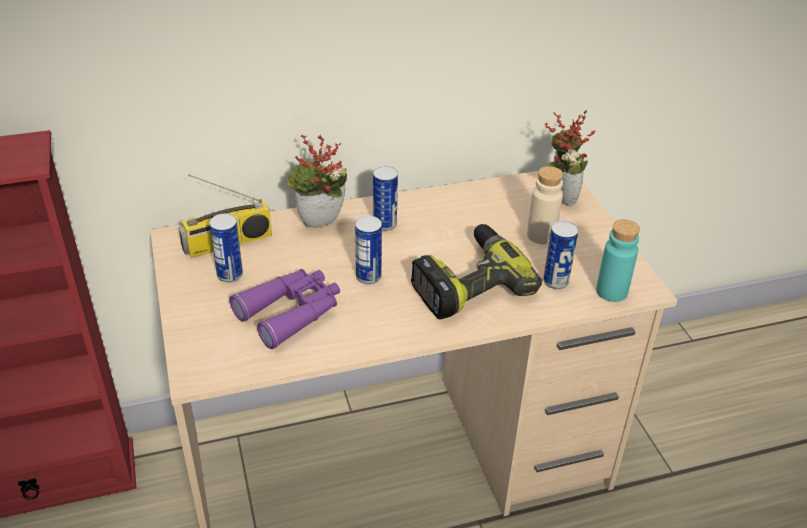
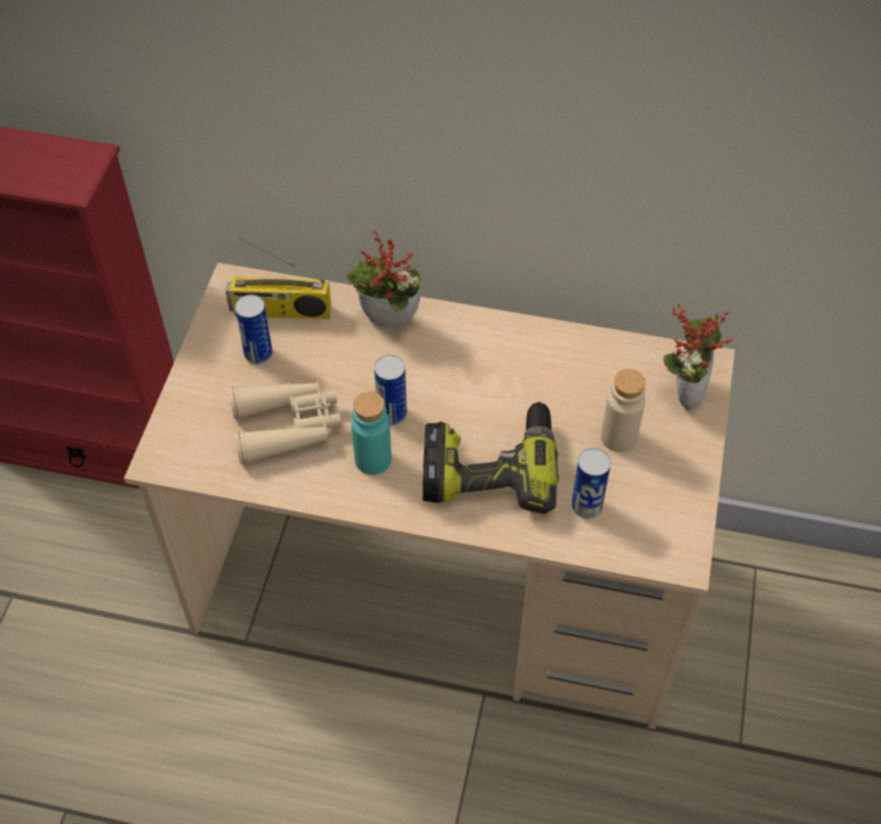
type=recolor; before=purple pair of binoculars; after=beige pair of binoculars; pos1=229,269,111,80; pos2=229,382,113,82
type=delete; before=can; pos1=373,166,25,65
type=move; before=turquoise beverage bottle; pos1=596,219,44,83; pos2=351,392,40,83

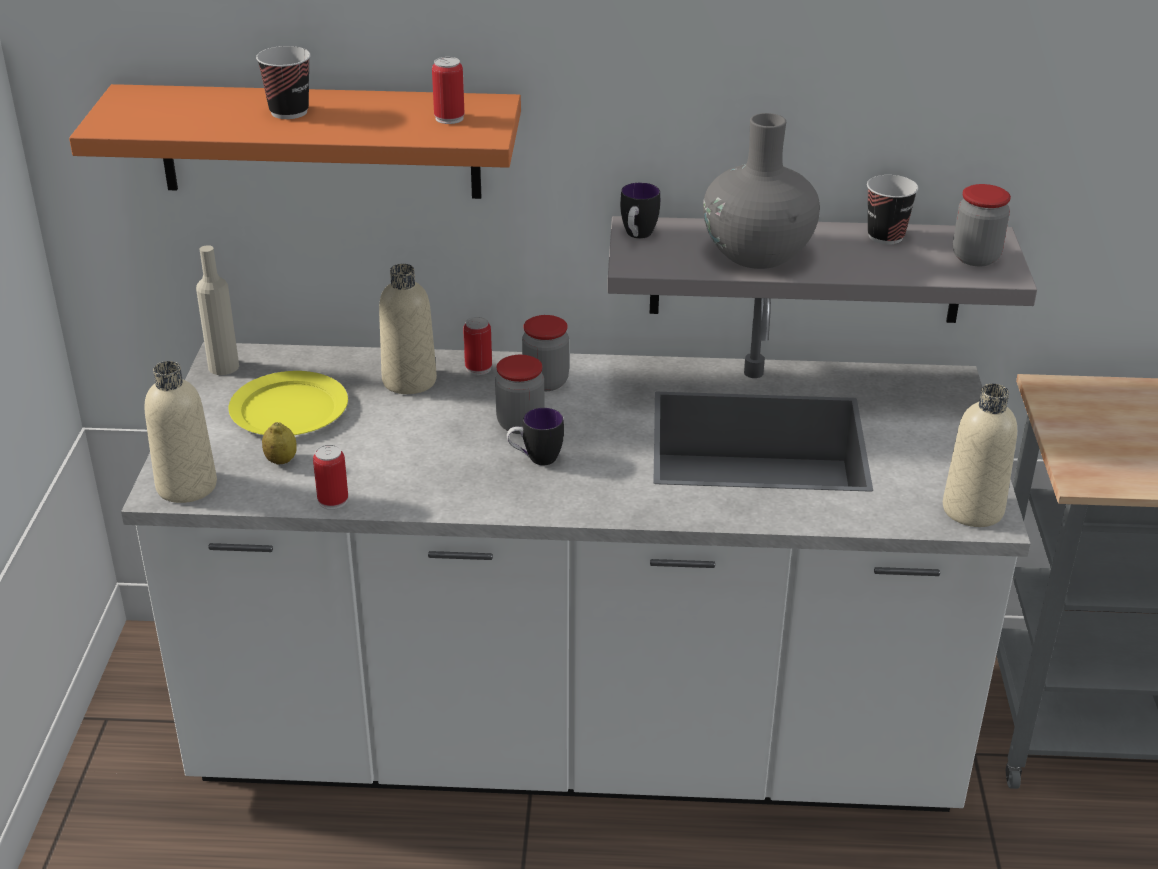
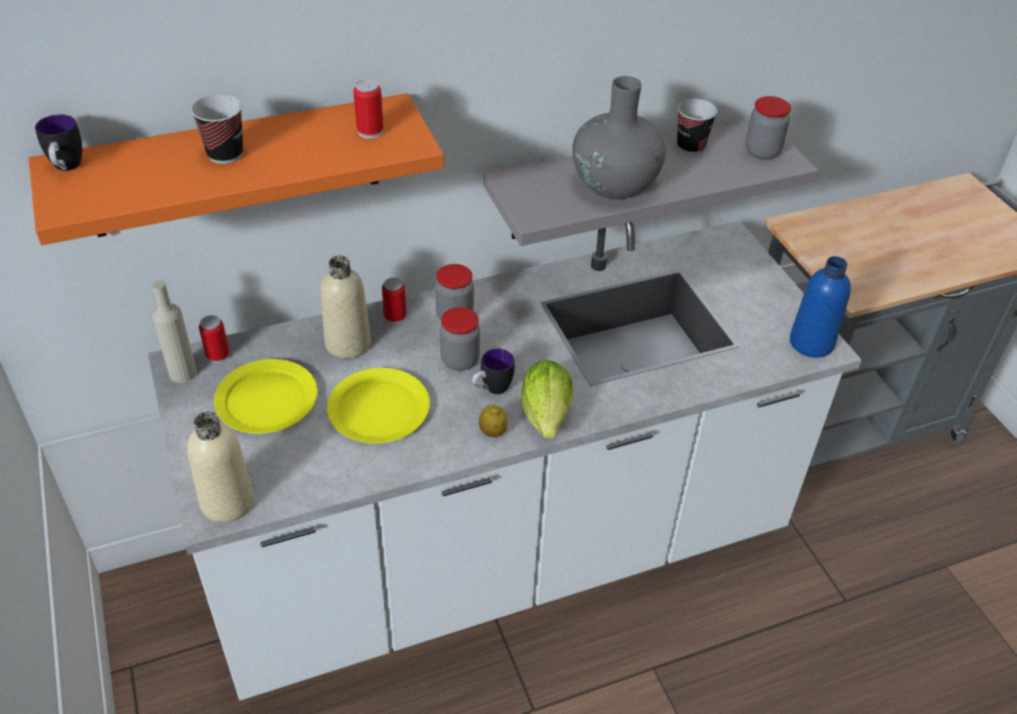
type=move; before=citrus fruit; pos1=262,422,35,42; pos2=479,405,28,32
type=move; before=can; pos1=313,445,35,65; pos2=199,315,30,48
type=move; before=coffee mug; pos1=620,183,40,56; pos2=35,114,47,57
type=recolor; before=beige beverage bottle; after=bluish beverage bottle; pos1=943,384,74,143; pos2=790,256,61,102
type=insert; after=yellow-coloured flat dish; pos2=327,368,103,75
type=insert; after=head of lettuce; pos2=521,360,52,79

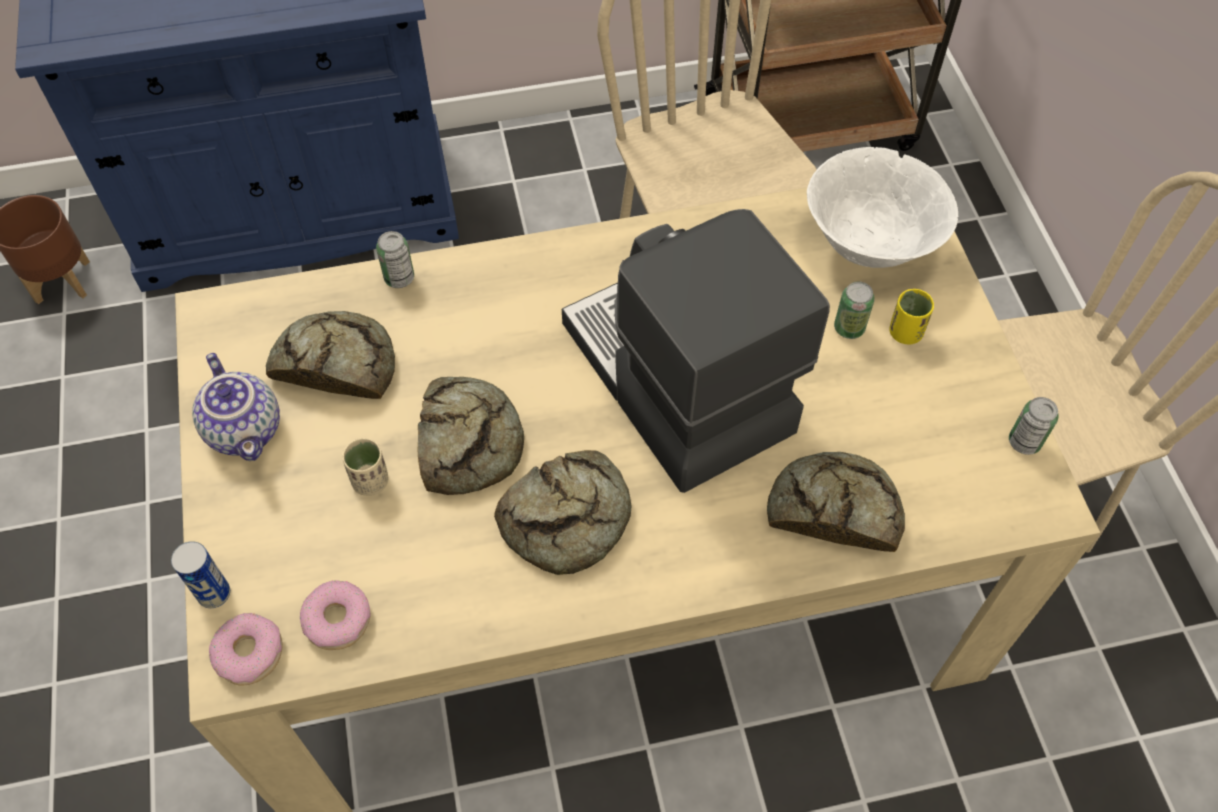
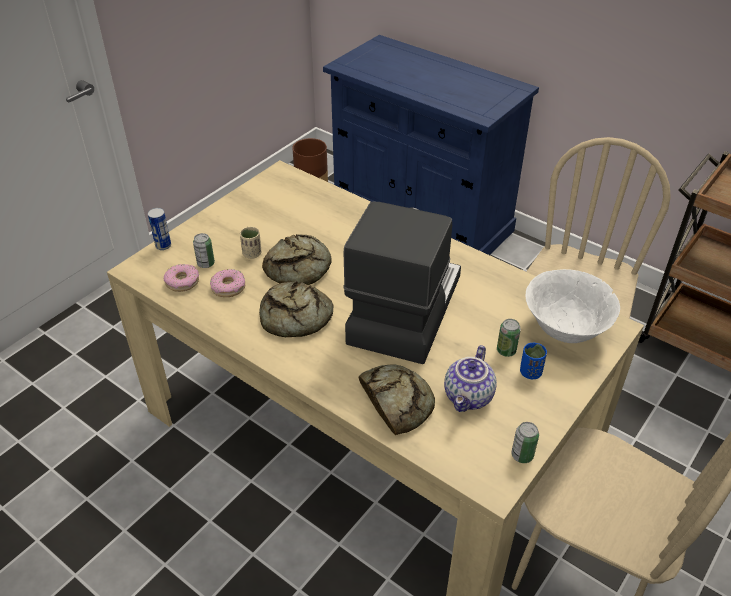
type=move; before=teapot; pos1=192,353,88,108; pos2=444,345,53,67
type=move; before=donut; pos1=209,613,74,72; pos2=210,269,35,28
type=delete; before=baked bread; pos1=266,311,129,88
type=move; before=can; pos1=376,231,38,57; pos2=193,233,22,35
type=recolor; before=yellow-coloured cup; after=bluish cup; pos1=890,289,44,55; pos2=520,343,27,36

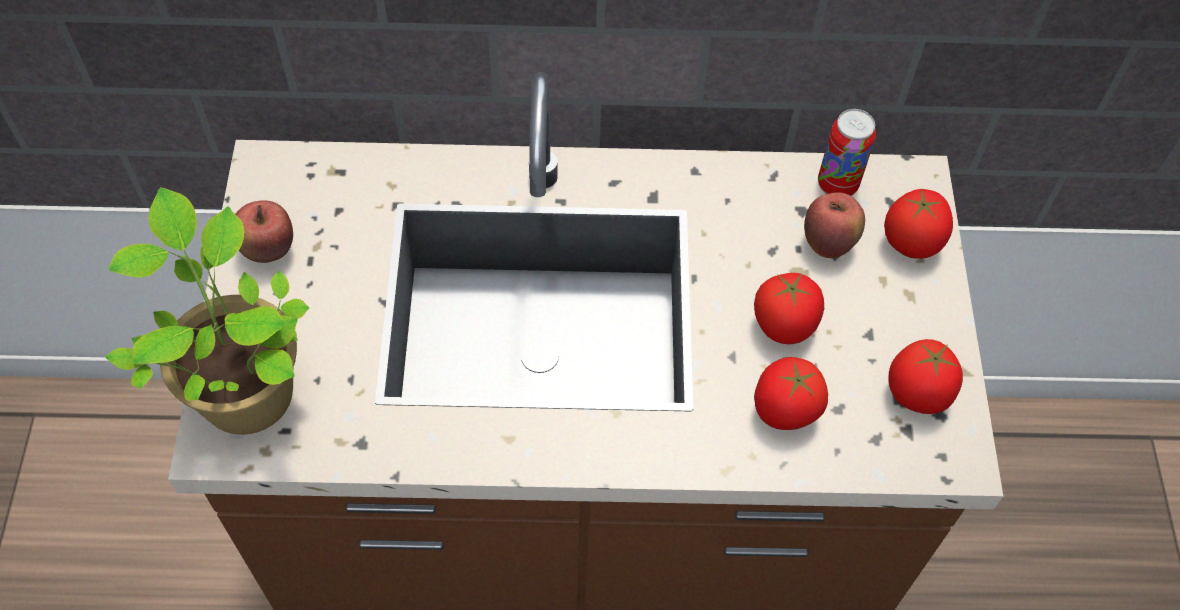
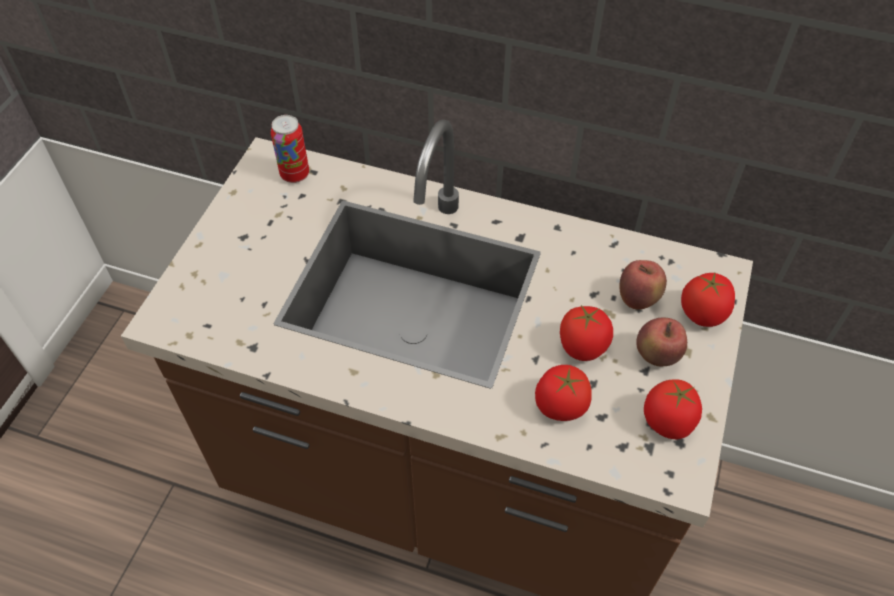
type=delete; before=houseplant; pos1=105,188,204,247
type=move; before=apple fruit; pos1=235,200,58,63; pos2=636,317,51,49
type=move; before=can; pos1=818,109,58,87; pos2=271,115,38,68

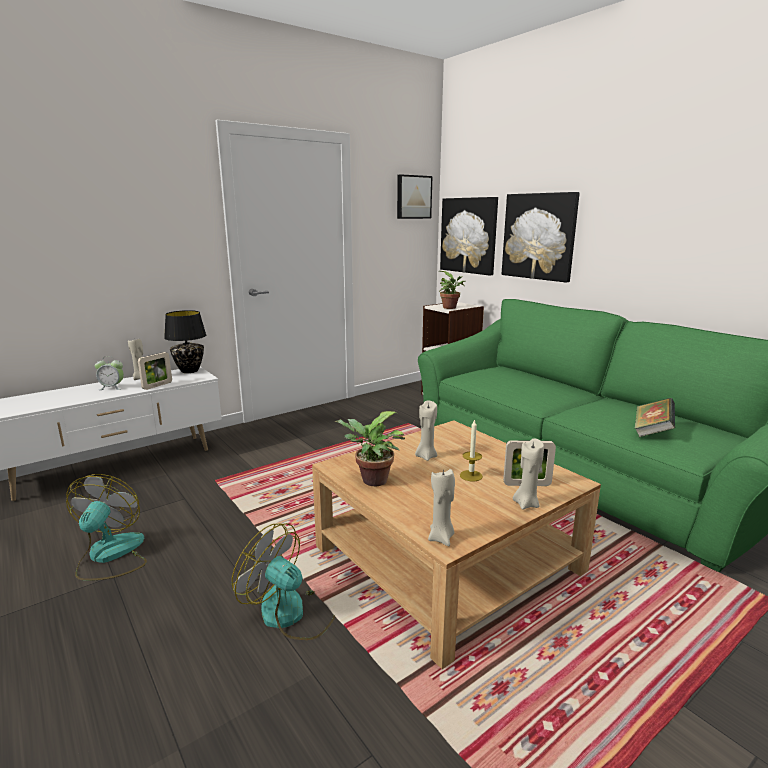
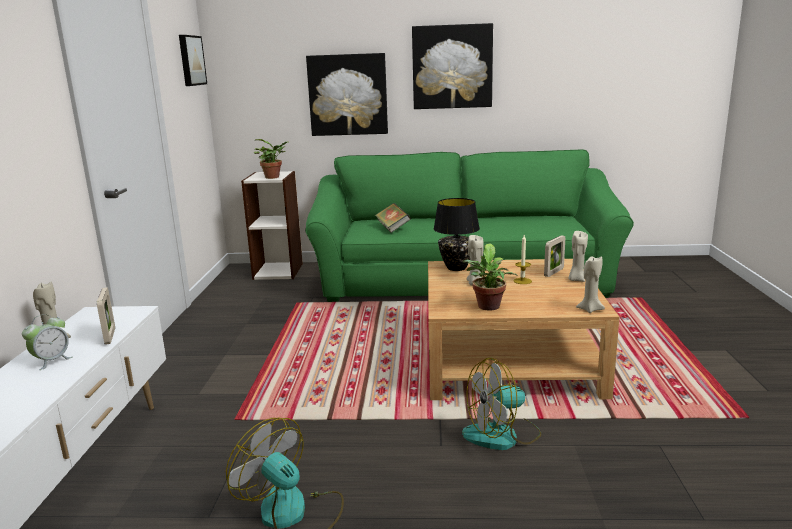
type=move; before=black-coloured lamp for a table; pos1=164,310,42,63; pos2=434,198,46,73
type=move; before=wall art; pos1=440,197,58,79; pos2=412,23,81,86
type=move; before=book; pos1=635,398,40,39; pos2=375,203,36,30

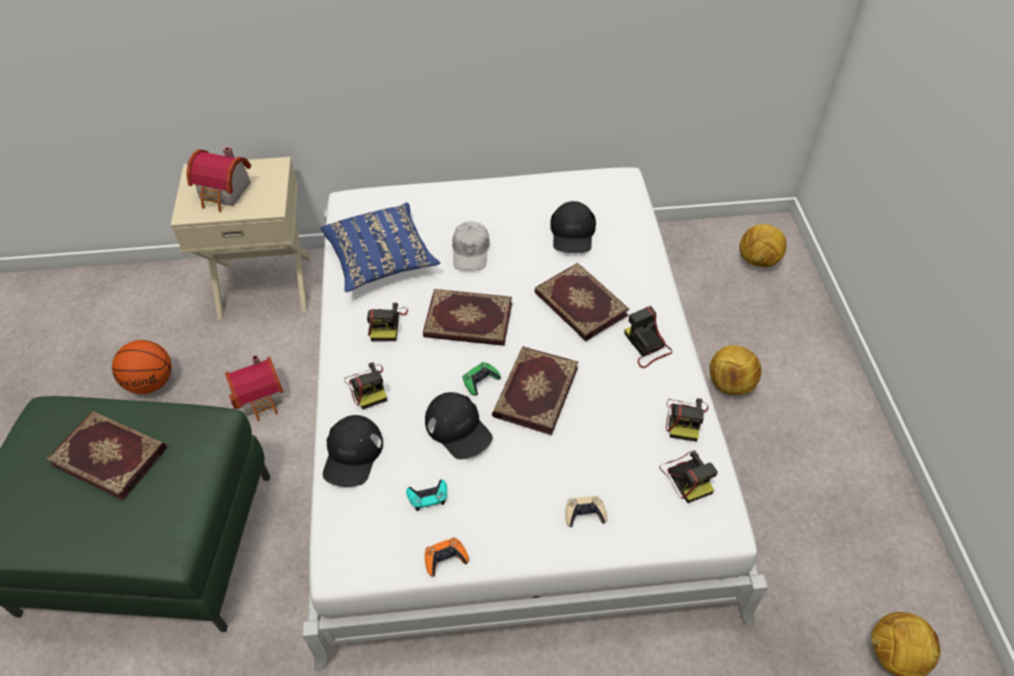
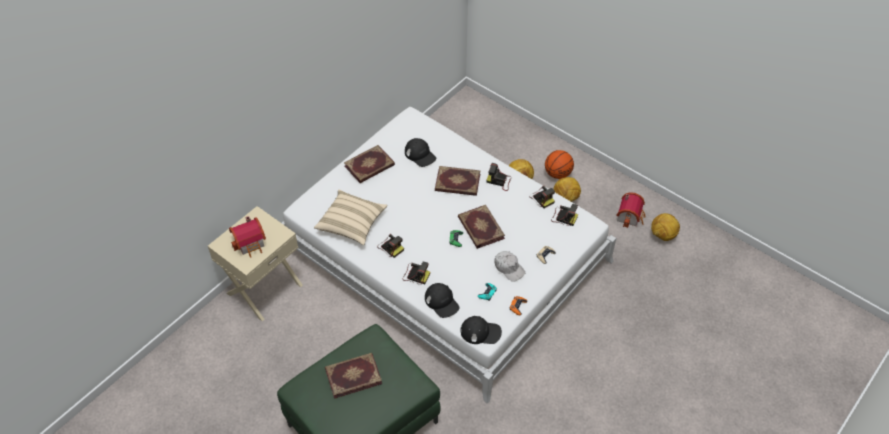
type=move; before=basketball ball; pos1=112,340,60,54; pos2=545,150,29,29
type=move; before=model house; pos1=225,355,58,66; pos2=616,192,30,36
type=recolor; before=bluish throw pillow; after=beige throw pillow; pos1=320,202,120,90; pos2=314,189,73,56
type=move; before=book; pos1=423,289,89,57; pos2=344,145,51,38
type=move; before=black-coloured peaked cap; pos1=425,392,68,68; pos2=460,316,42,28
type=move; before=white-coloured peaked cap; pos1=452,221,38,49; pos2=494,251,31,31
type=move; before=ball for football; pos1=740,224,46,43; pos2=553,177,28,25

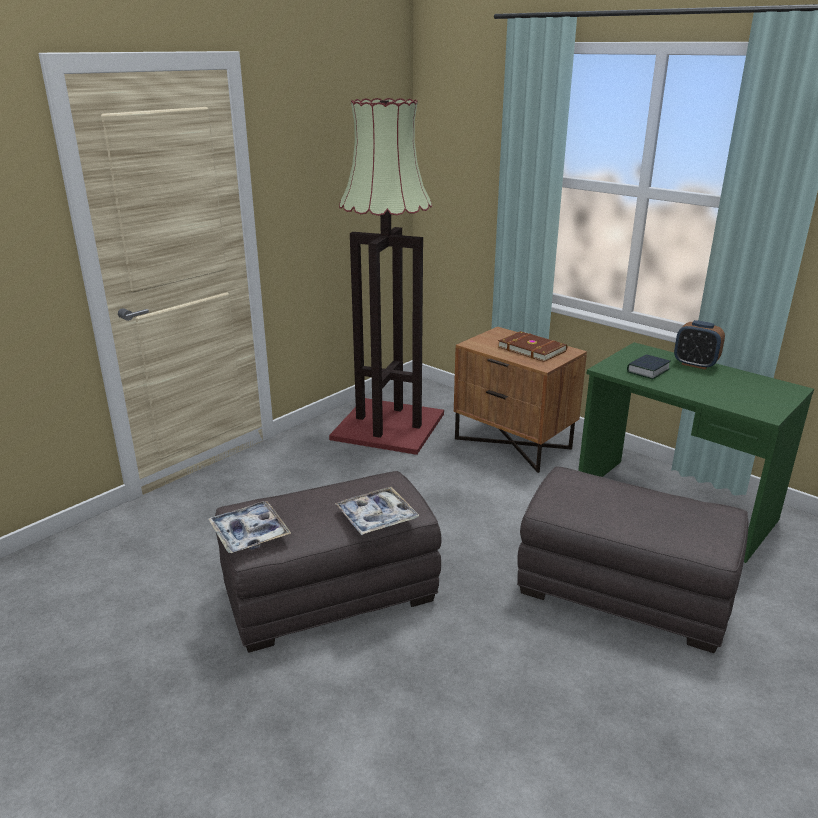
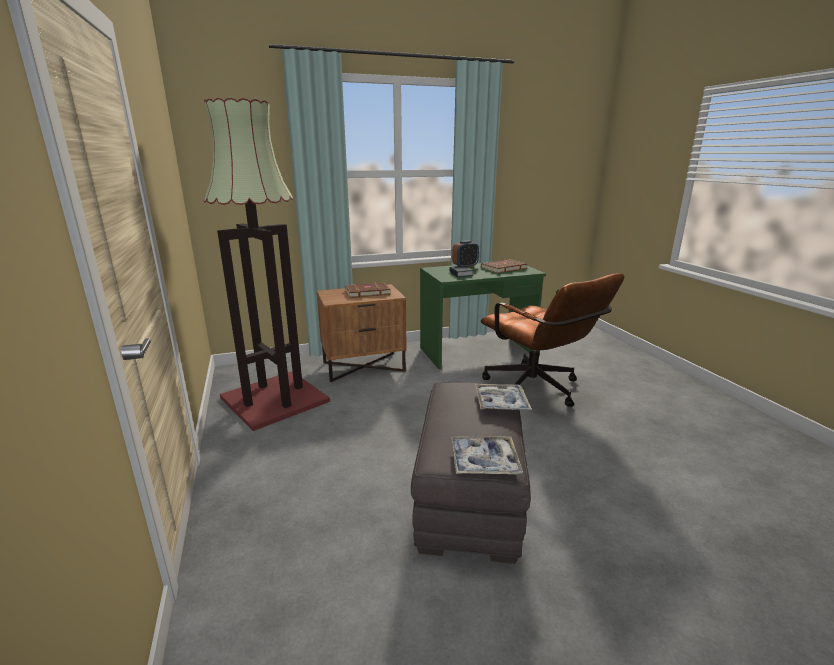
type=replace; before=grey footrest; after=brown-coloured office chair; pos1=517,466,231,187; pos2=481,273,143,134
type=insert; after=brown-coloured book; pos2=481,259,46,14

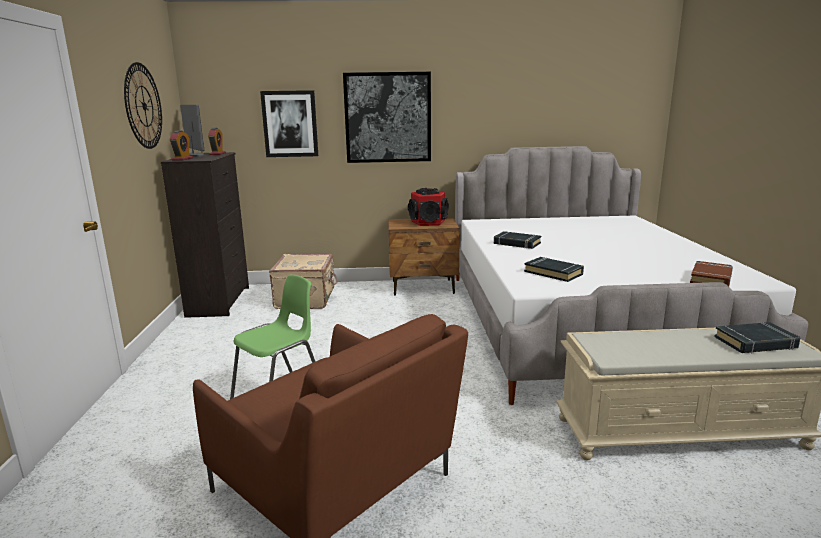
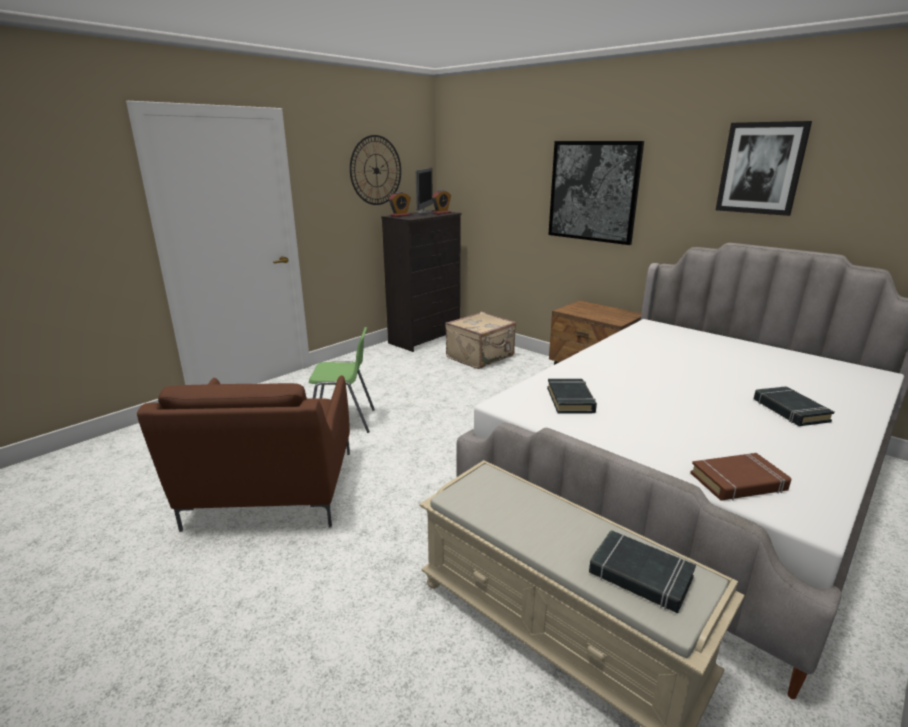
type=move; before=wall art; pos1=260,90,58,67; pos2=716,121,96,95
type=delete; before=audio speaker; pos1=408,188,41,38
type=move; before=black-coloured book; pos1=494,231,47,18; pos2=754,386,80,40

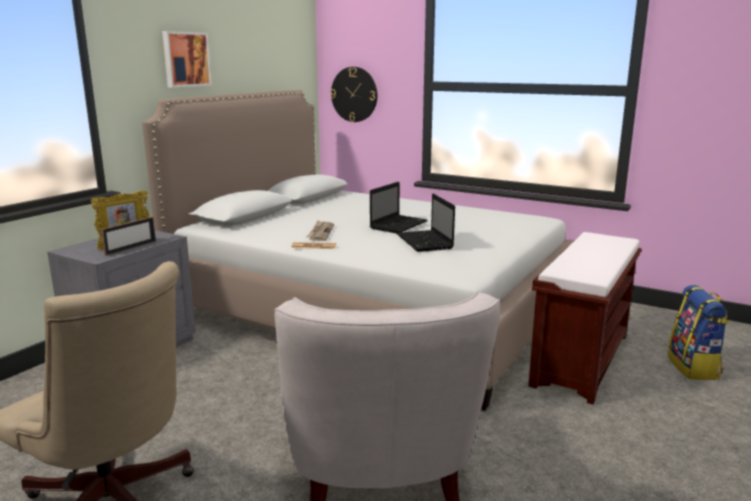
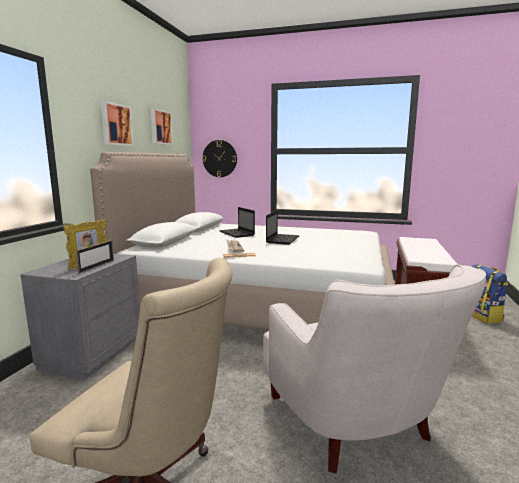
type=move; before=laptop; pos1=397,193,58,59; pos2=219,207,36,31
type=insert; after=wall art; pos2=150,108,23,37

